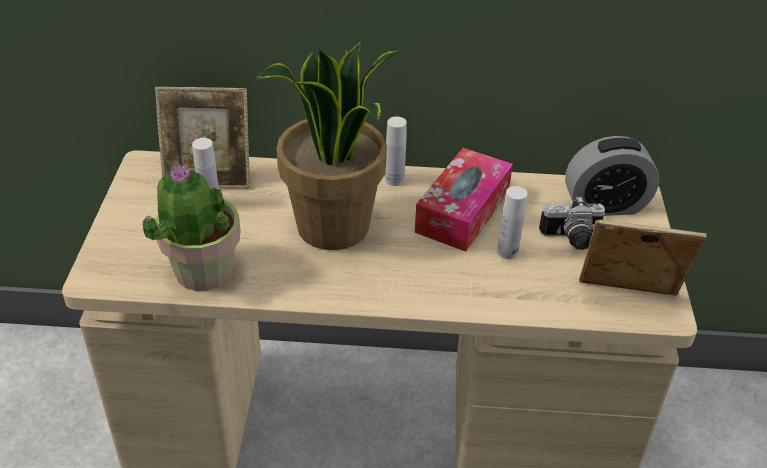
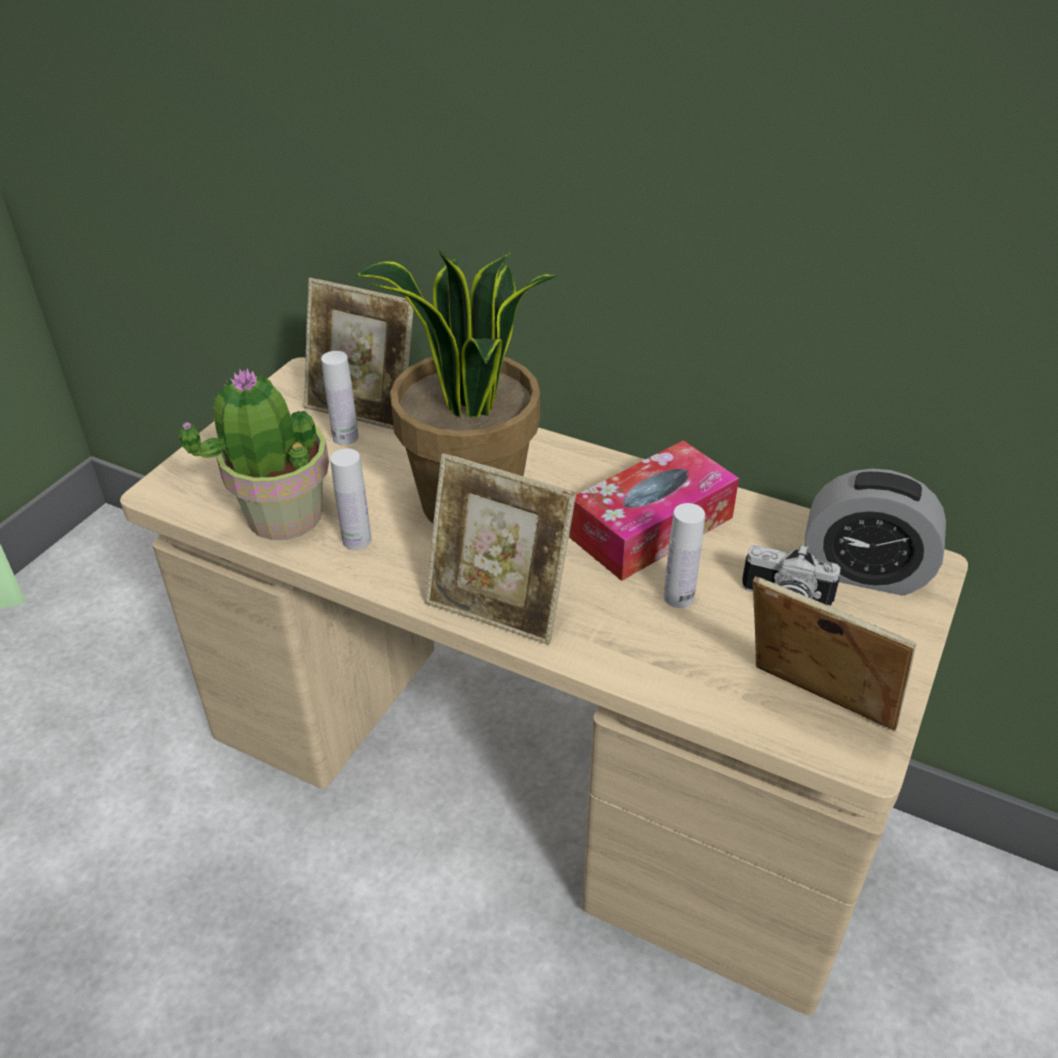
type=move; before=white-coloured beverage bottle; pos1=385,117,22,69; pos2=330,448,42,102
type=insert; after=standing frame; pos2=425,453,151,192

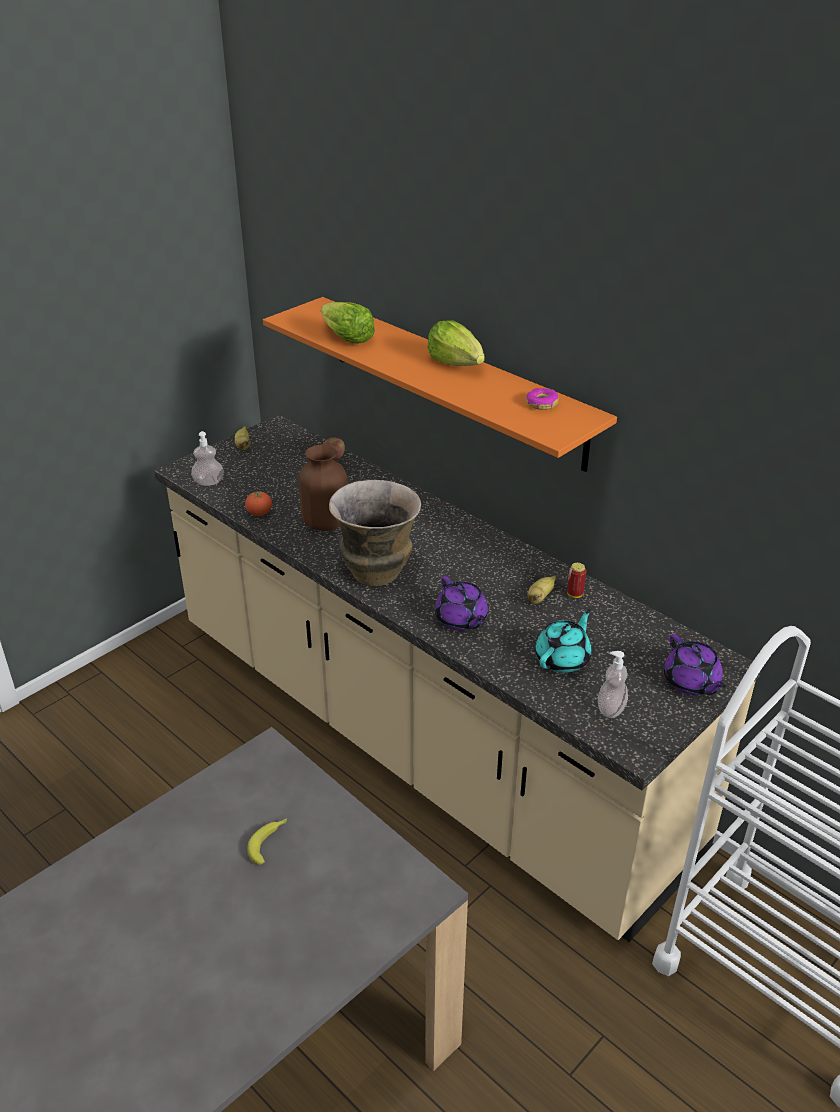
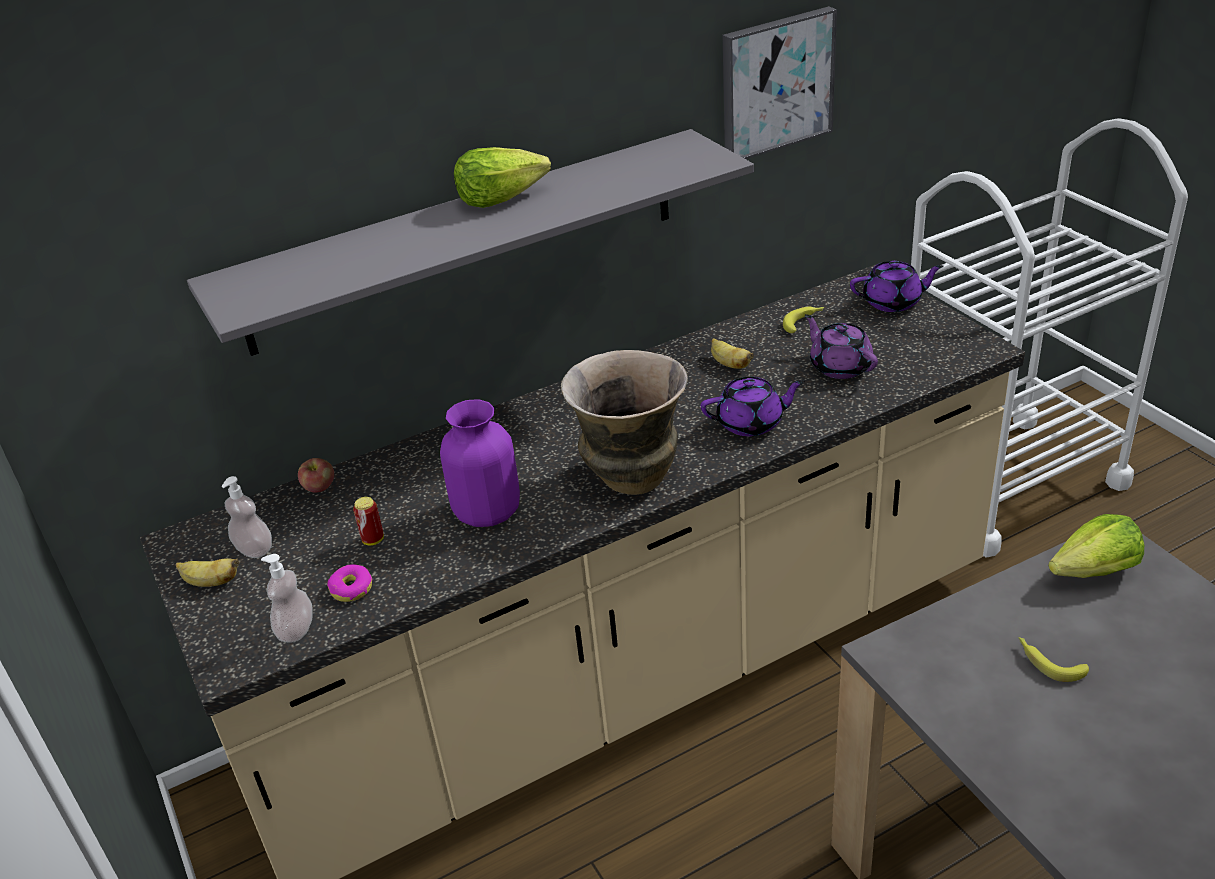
type=delete; before=tomato; pos1=245,491,27,25
type=recolor; before=orangey shelf; after=grey shelf; pos1=263,297,354,175; pos2=187,129,567,227
type=recolor; before=brown-coloured decorative vase; after=purple decorative vase; pos1=298,444,49,87; pos2=440,399,80,128
type=move; before=head of lettuce; pos1=321,302,54,41; pos2=1048,514,96,64
type=move; before=donut; pos1=526,388,33,22; pos2=327,564,46,38
type=recolor; before=turquoise teapot; after=purple teapot; pos1=535,609,57,64; pos2=805,314,73,65
type=move; before=can; pos1=567,563,19,35; pos2=353,497,31,49
type=move; before=soap dispenser; pos1=598,651,30,67; pos2=222,476,50,82
type=insert; after=wall art; pos2=723,6,114,153
type=insert; after=banana; pos2=783,307,41,26

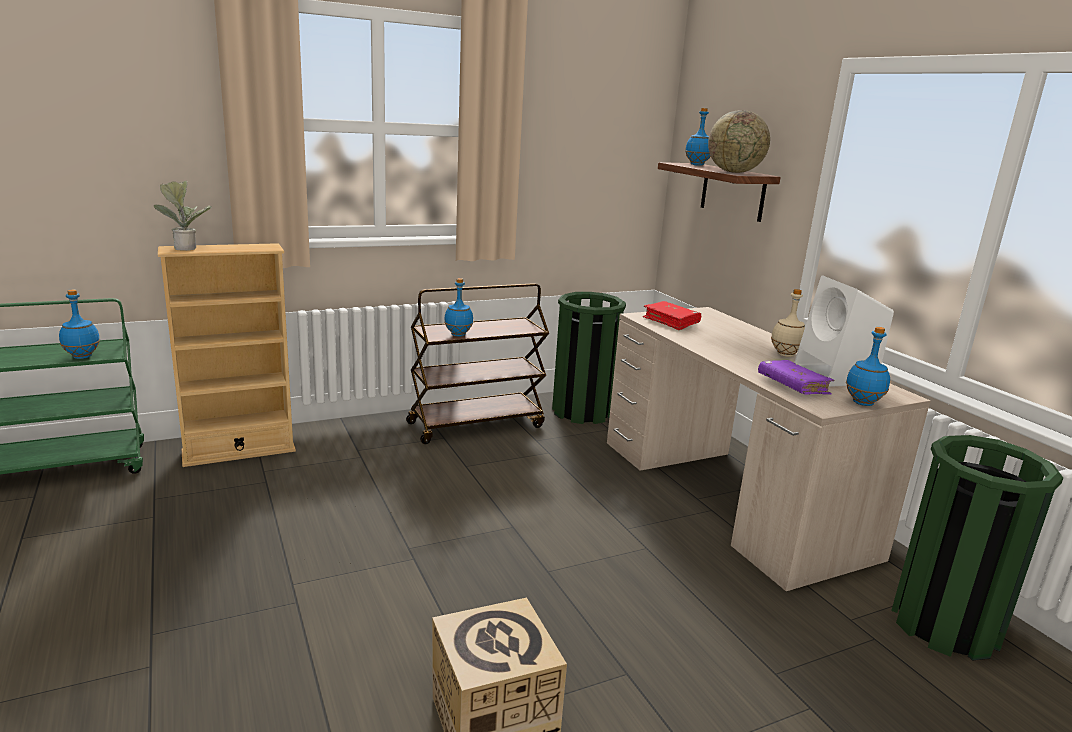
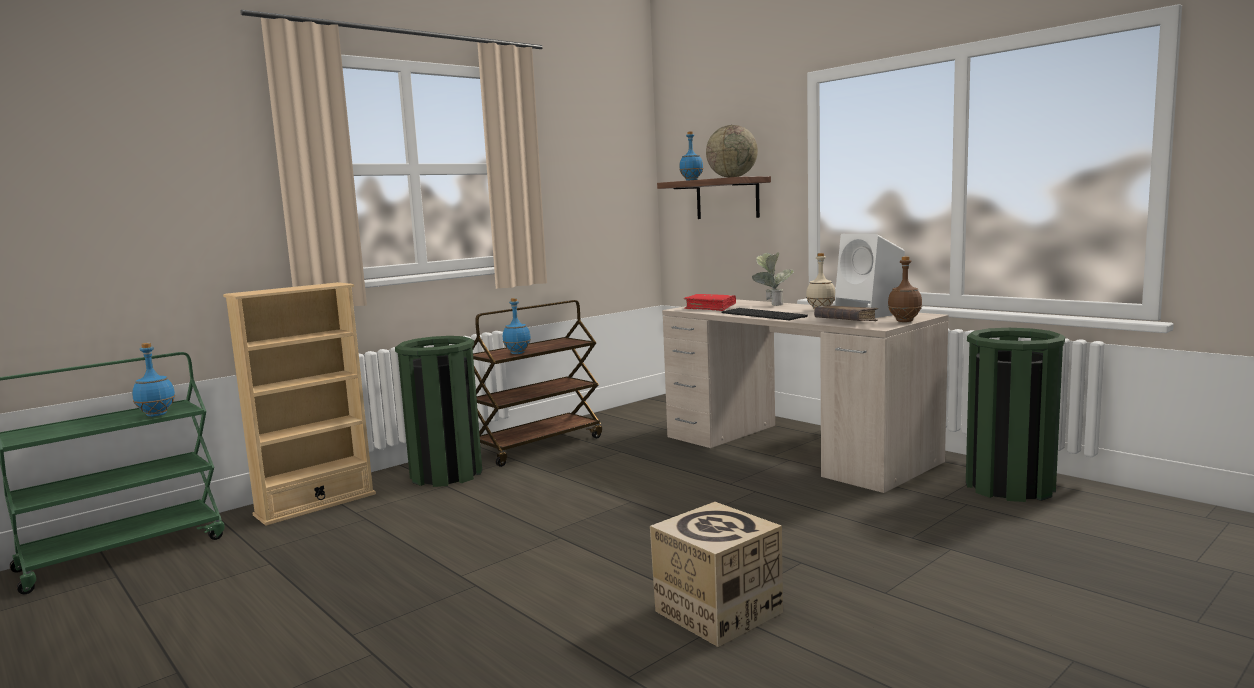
type=move; before=houseplant; pos1=154,181,58,70; pos2=752,252,42,54
type=move; before=green rubbish bin; pos1=552,292,74,132; pos2=395,336,87,151
type=recolor; before=purple book; after=brown-coloured book; pos1=758,360,76,35; pos2=814,305,64,16
type=recolor; before=bluish beverage bottle; after=brown-coloured beverage bottle; pos1=846,327,44,79; pos2=888,256,34,66
type=insert; after=keyboard; pos2=721,308,87,12

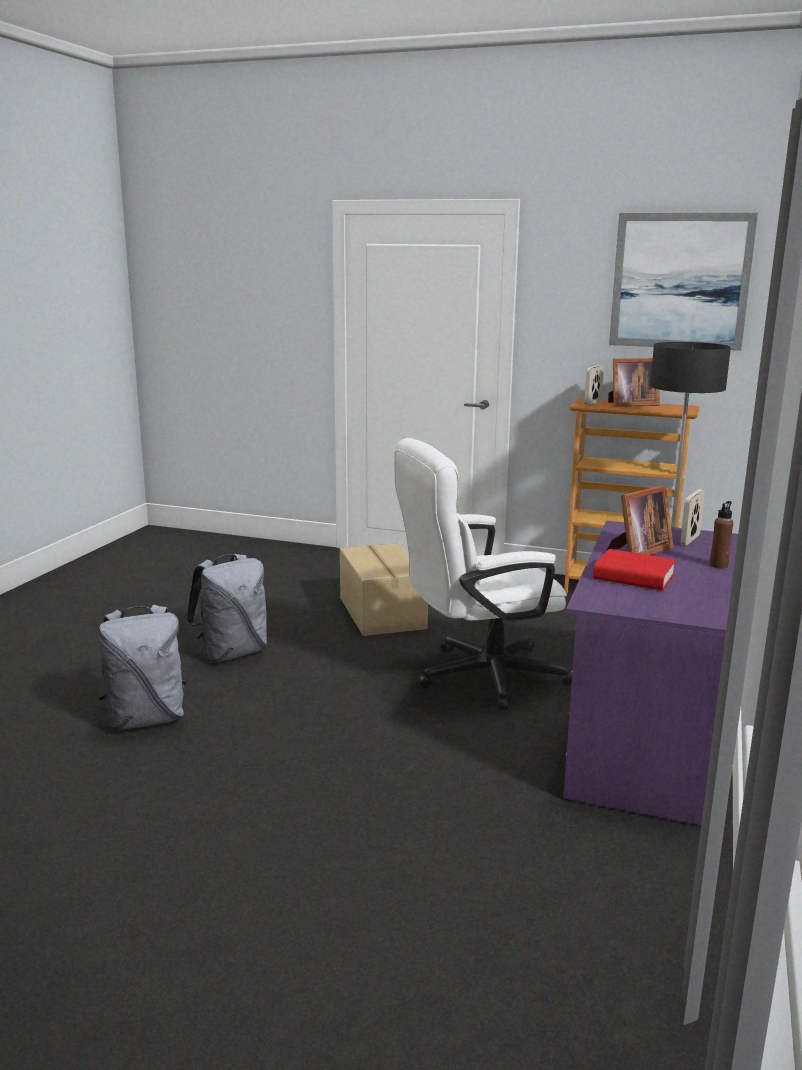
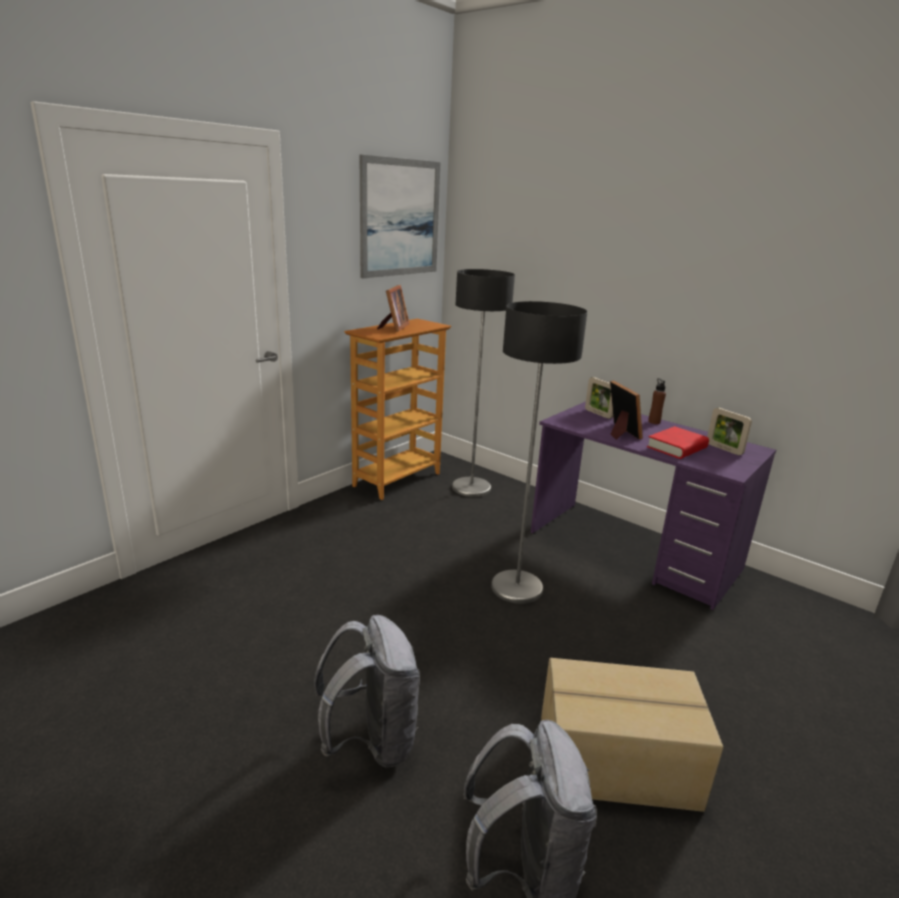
type=move; before=cardboard box; pos1=340,543,88,93; pos2=541,658,182,154
type=replace; before=white-coloured office chair; after=floor lamp; pos1=394,438,178,272; pos2=491,301,97,303
type=move; before=standing frame; pos1=584,365,20,41; pos2=707,407,45,48

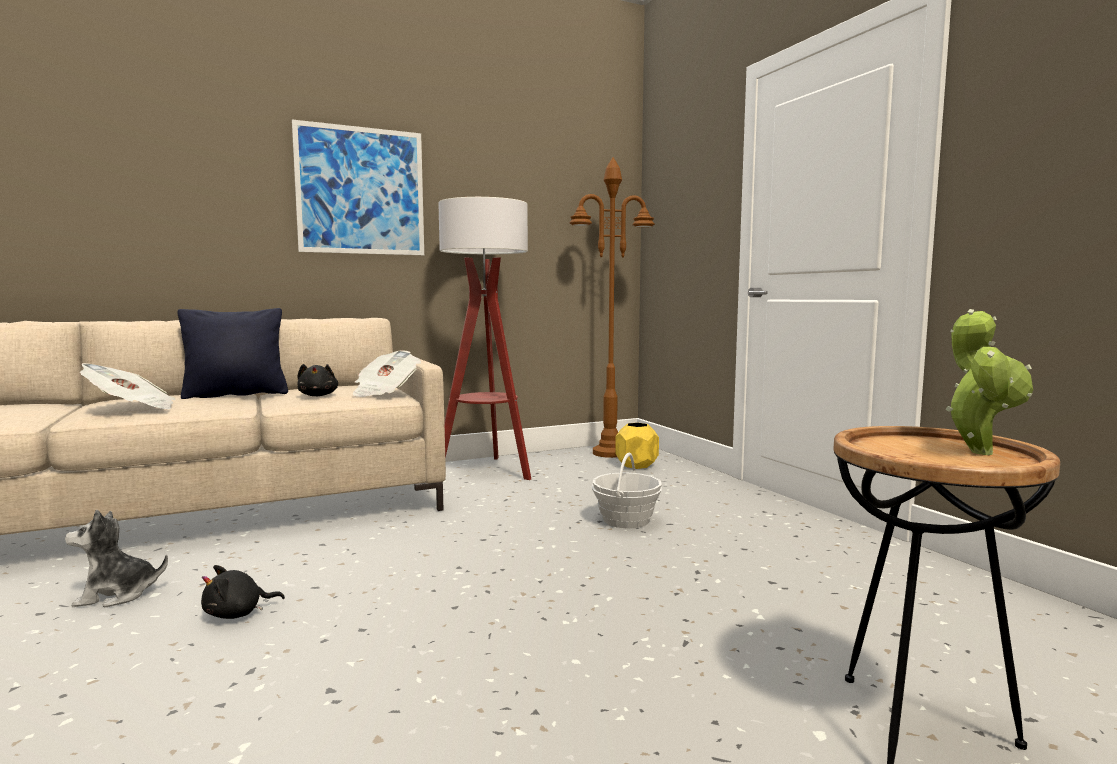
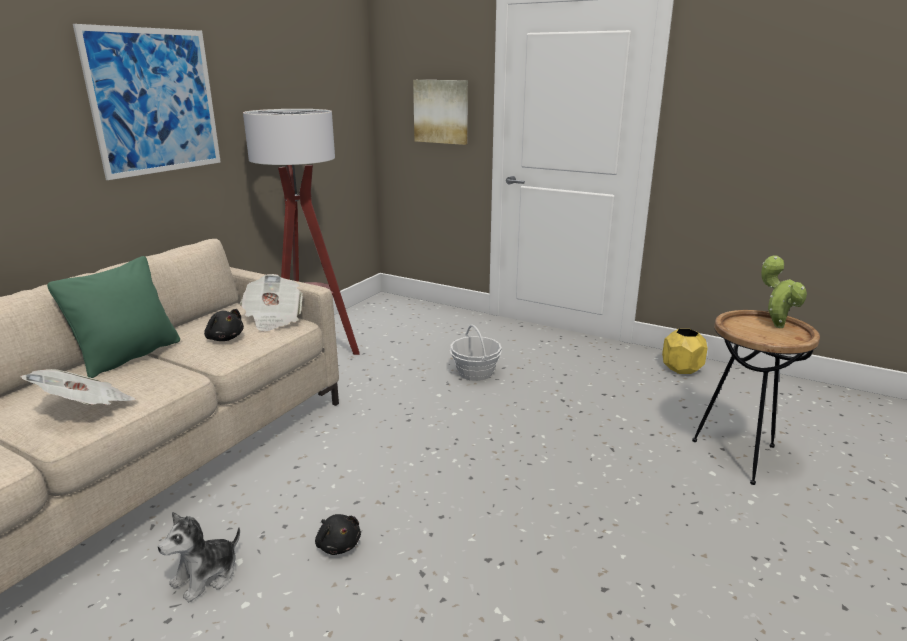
type=recolor; before=black-coloured throw pillow; after=green throw pillow; pos1=178,308,110,91; pos2=47,256,133,122
type=rotate; before=black-coloured soft toy; pos1=201,565,84,54; pos2=315,514,46,41; turn=-60
type=delete; before=brown-coloured floor lamp; pos1=569,157,86,301
type=move; before=yellow-coloured plant pot; pos1=615,423,44,46; pos2=662,329,46,45
type=insert; after=wall art; pos2=413,80,55,65

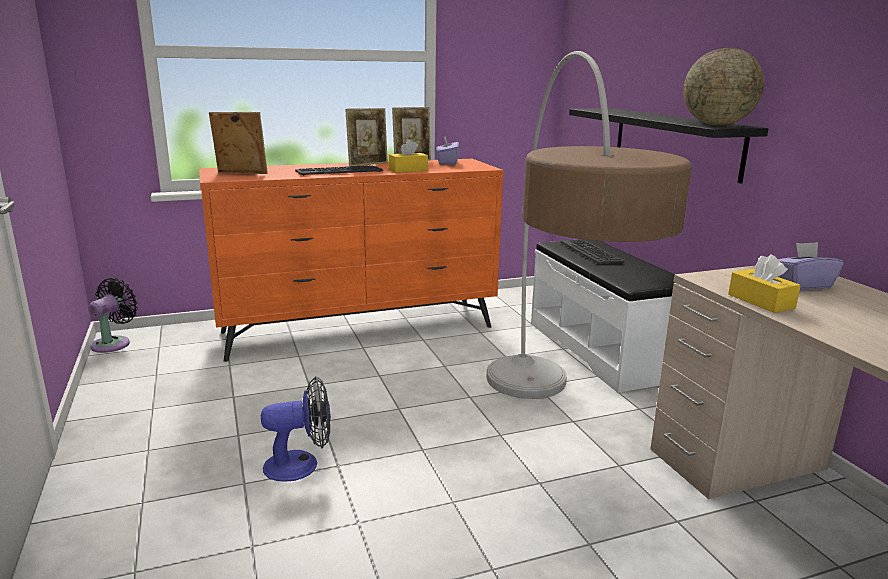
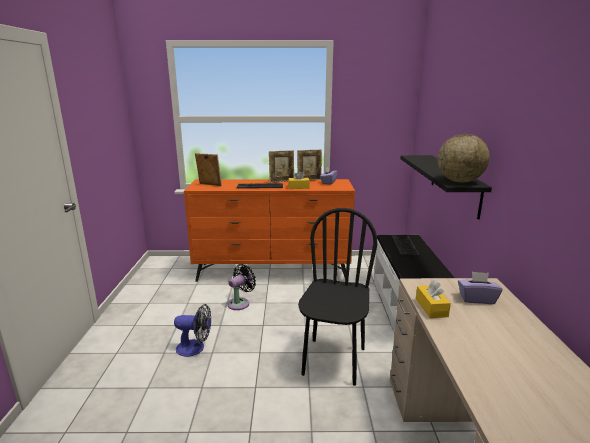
type=move; before=black-coloured cooling fan; pos1=88,278,50,75; pos2=228,264,28,46
type=replace; before=floor lamp; after=black-coloured plain chair; pos1=487,51,205,348; pos2=298,208,79,178

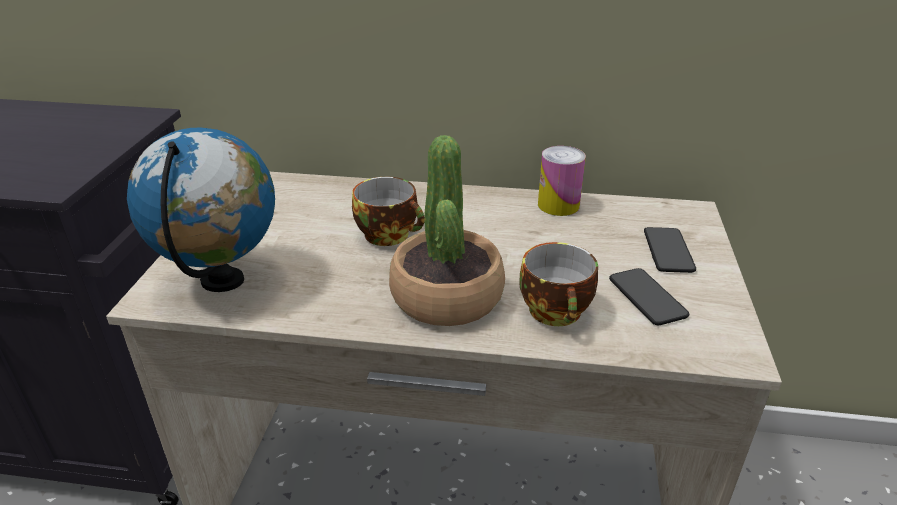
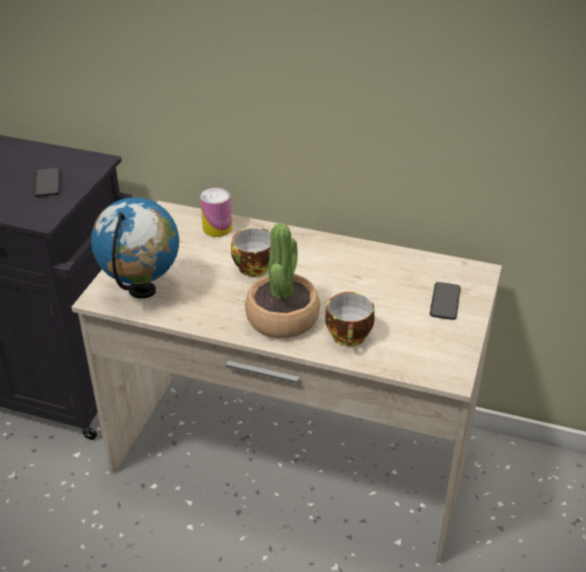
type=move; before=can; pos1=538,146,48,70; pos2=200,188,32,49
type=move; before=handset; pos1=609,268,80,57; pos2=34,167,26,30

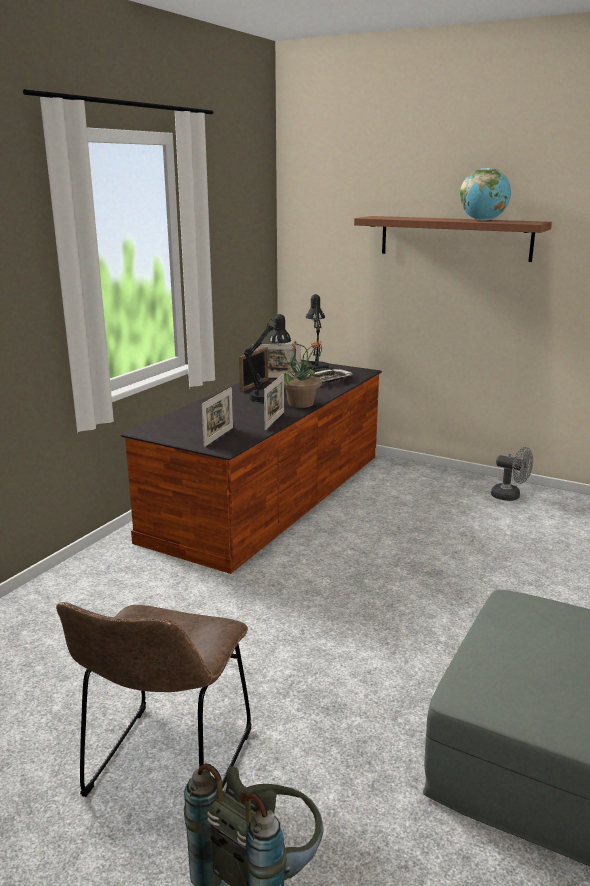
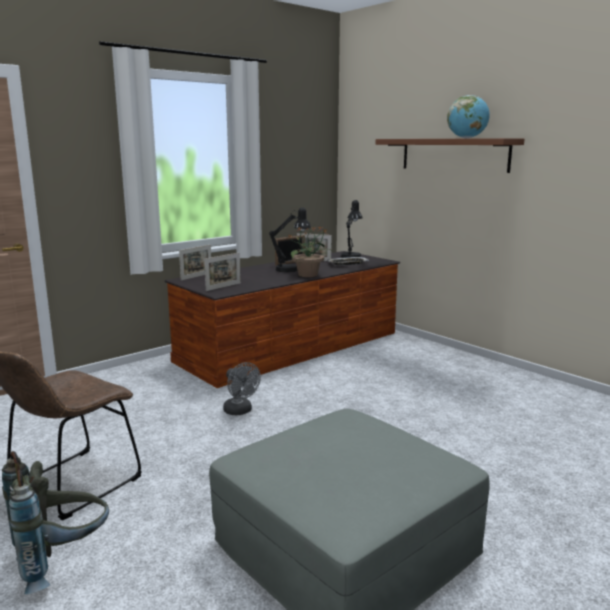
type=move; before=standing frame; pos1=264,374,20,56; pos2=179,244,32,36
type=move; before=grey cooling fan; pos1=491,447,42,54; pos2=223,362,38,53

